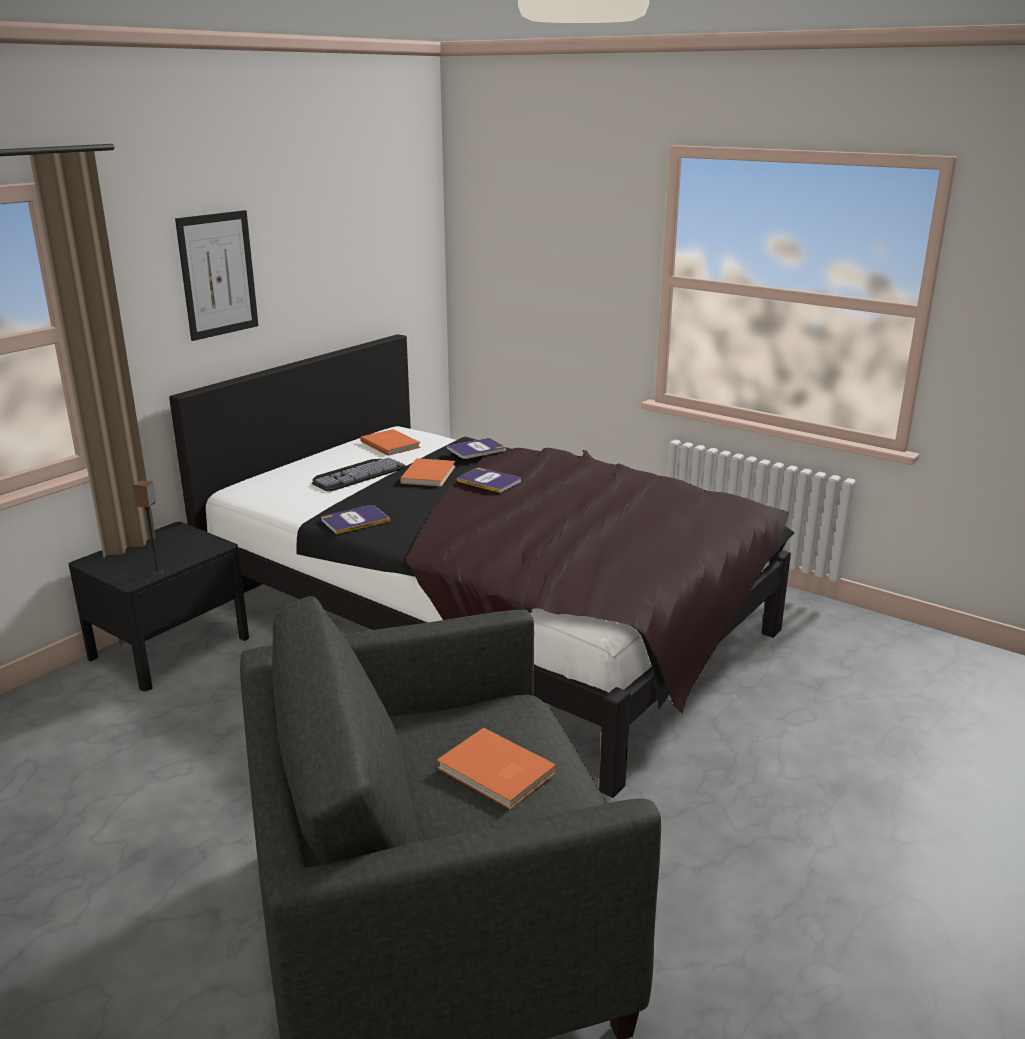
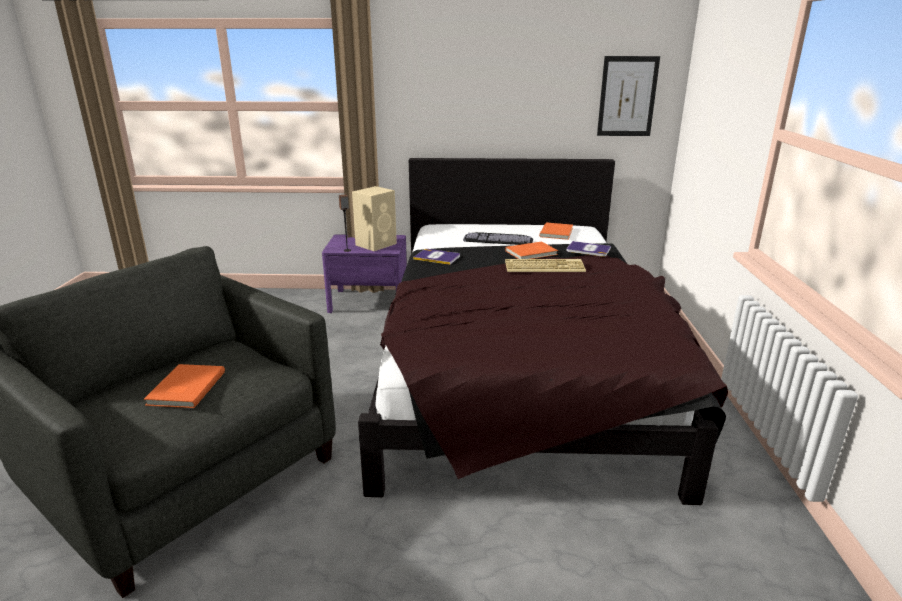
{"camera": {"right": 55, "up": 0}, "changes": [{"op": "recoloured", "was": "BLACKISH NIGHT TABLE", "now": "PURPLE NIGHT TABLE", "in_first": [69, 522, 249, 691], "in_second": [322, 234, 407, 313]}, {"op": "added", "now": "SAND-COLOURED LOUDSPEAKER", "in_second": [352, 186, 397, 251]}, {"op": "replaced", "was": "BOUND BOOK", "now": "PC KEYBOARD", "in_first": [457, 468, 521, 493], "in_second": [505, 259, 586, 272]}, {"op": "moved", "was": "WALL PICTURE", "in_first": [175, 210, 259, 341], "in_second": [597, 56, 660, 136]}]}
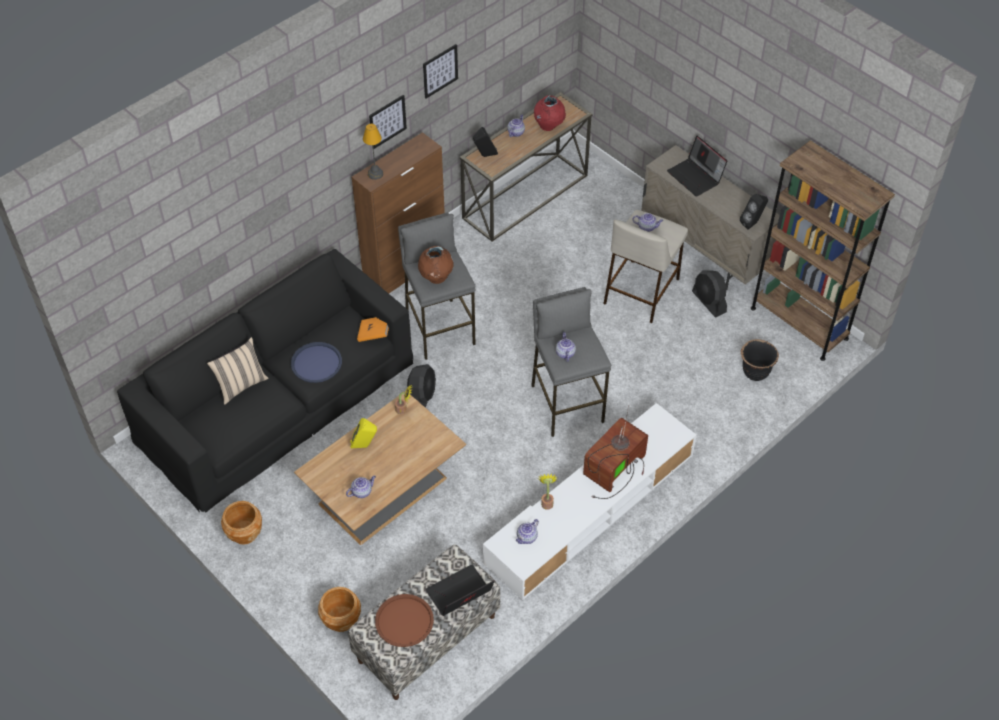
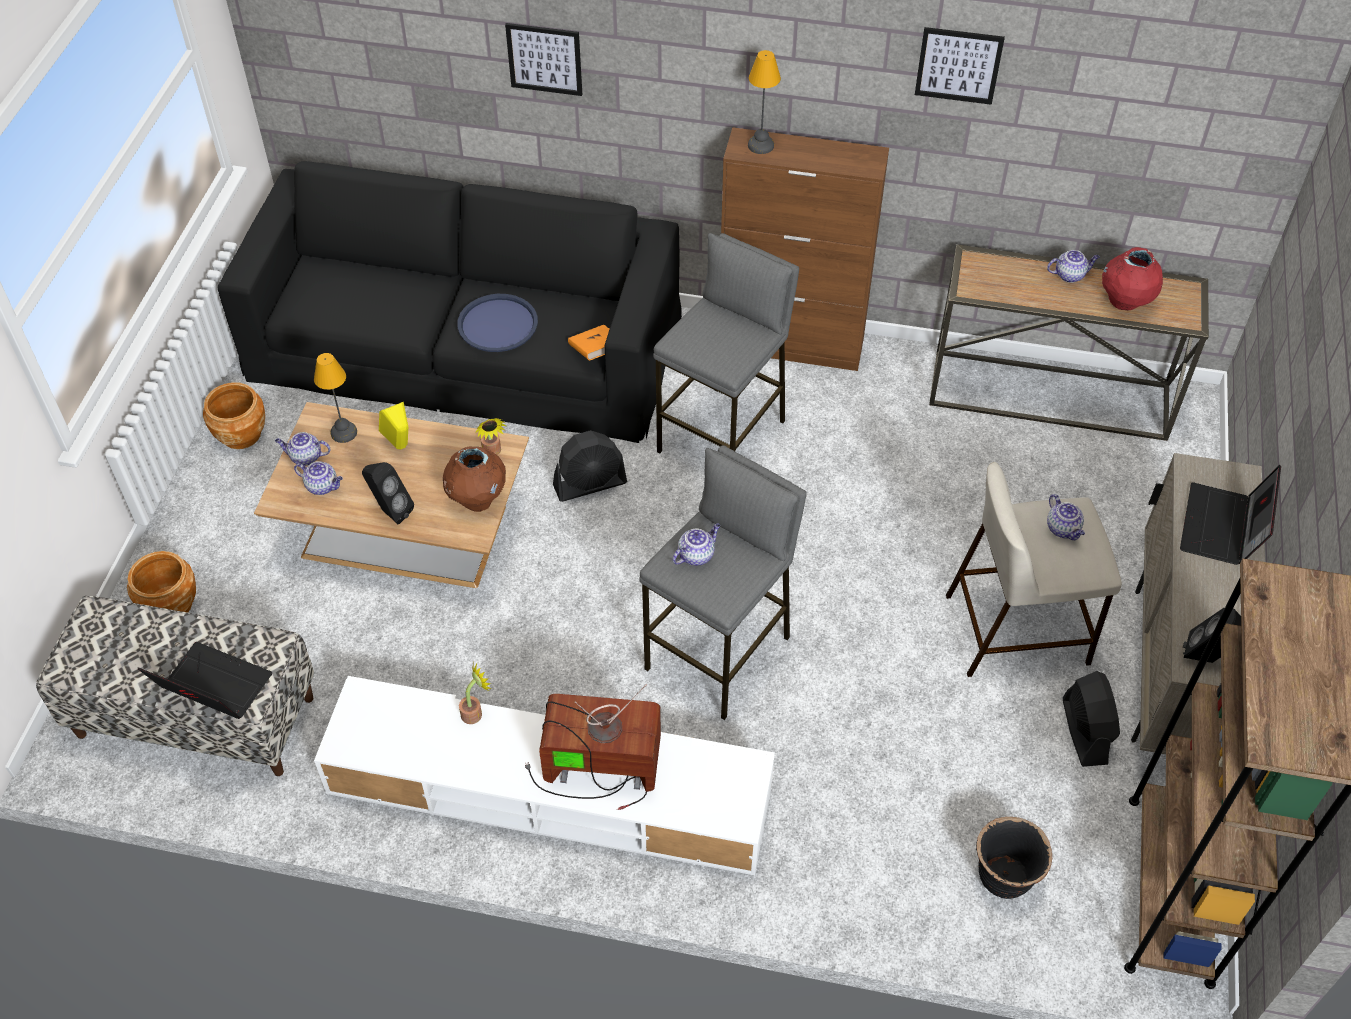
{"camera": {"right": 55, "up": 0}, "changes": [{"op": "moved", "was": "TEA POT", "in_first": [516, 519, 539, 544], "in_second": [275, 432, 330, 466]}, {"op": "added", "now": "TABLETOP LAMP", "in_second": [314, 353, 357, 443]}, {"op": "moved", "was": "BLACKISH LOUDSPEAKER", "in_first": [473, 127, 498, 157], "in_second": [362, 462, 414, 524]}, {"op": "moved", "was": "BROWN VASE", "in_first": [418, 246, 453, 284], "in_second": [443, 447, 506, 512]}, {"op": "moved", "was": "WALL PICTURE", "in_first": [369, 95, 407, 149], "in_second": [505, 23, 582, 96]}, {"op": "turned", "was": "BLACKISH COOLING FAN", "in_first": [692, 270, 727, 317], "in_second": [1063, 671, 1120, 767], "clockwise": 150}, {"op": "removed", "was": "SAND-COLOURED THROW PILLOW", "in_first": [207, 337, 269, 405]}, {"op": "removed", "was": "BROWN SERVING TRAY", "in_first": [375, 594, 434, 647]}]}
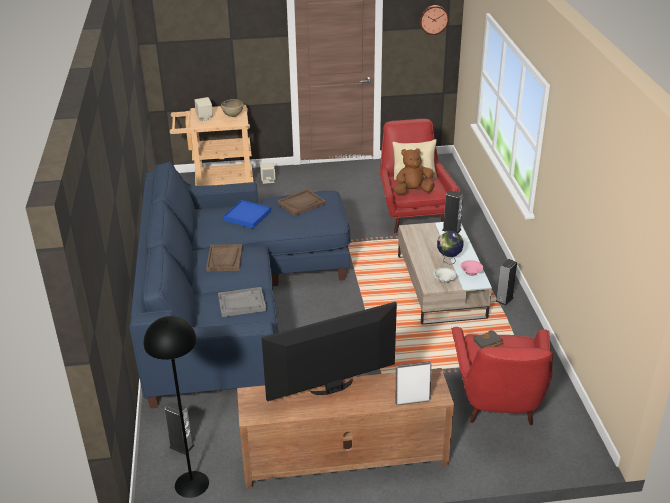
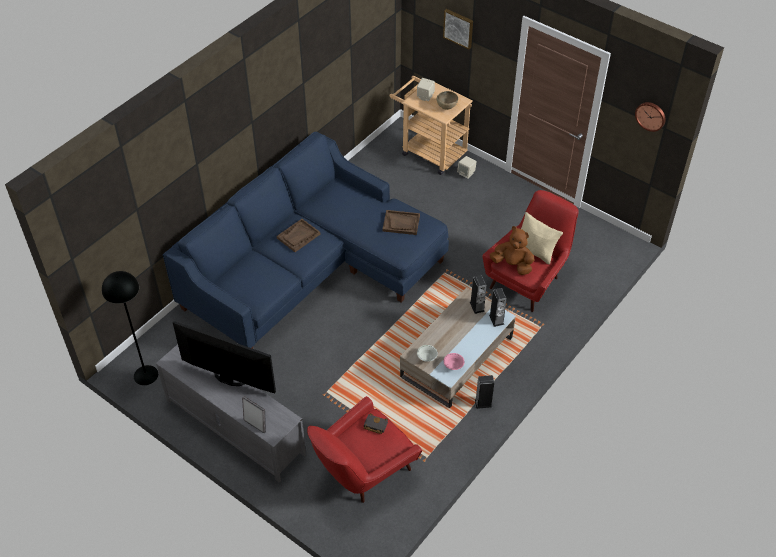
{"camera": {"right": 45, "up": 15}, "changes": [{"op": "recoloured", "was": "BROWN MEDIA CONSOLE", "now": "GRAY MEDIA CONSOLE", "in_first": [237, 368, 454, 488], "in_second": [156, 344, 306, 483]}, {"op": "added", "now": "WALL PICTURE", "in_second": [443, 9, 473, 49]}, {"op": "moved", "was": "LOUDSPEAKER", "in_first": [164, 401, 194, 455], "in_second": [470, 275, 487, 314]}, {"op": "removed", "was": "GRAY SERVING TRAY", "in_first": [218, 287, 266, 317]}, {"op": "removed", "was": "BLUE-COLOURED SERVING TRAY", "in_first": [223, 200, 271, 229]}, {"op": "removed", "was": "GLOBE", "in_first": [437, 231, 464, 265]}]}
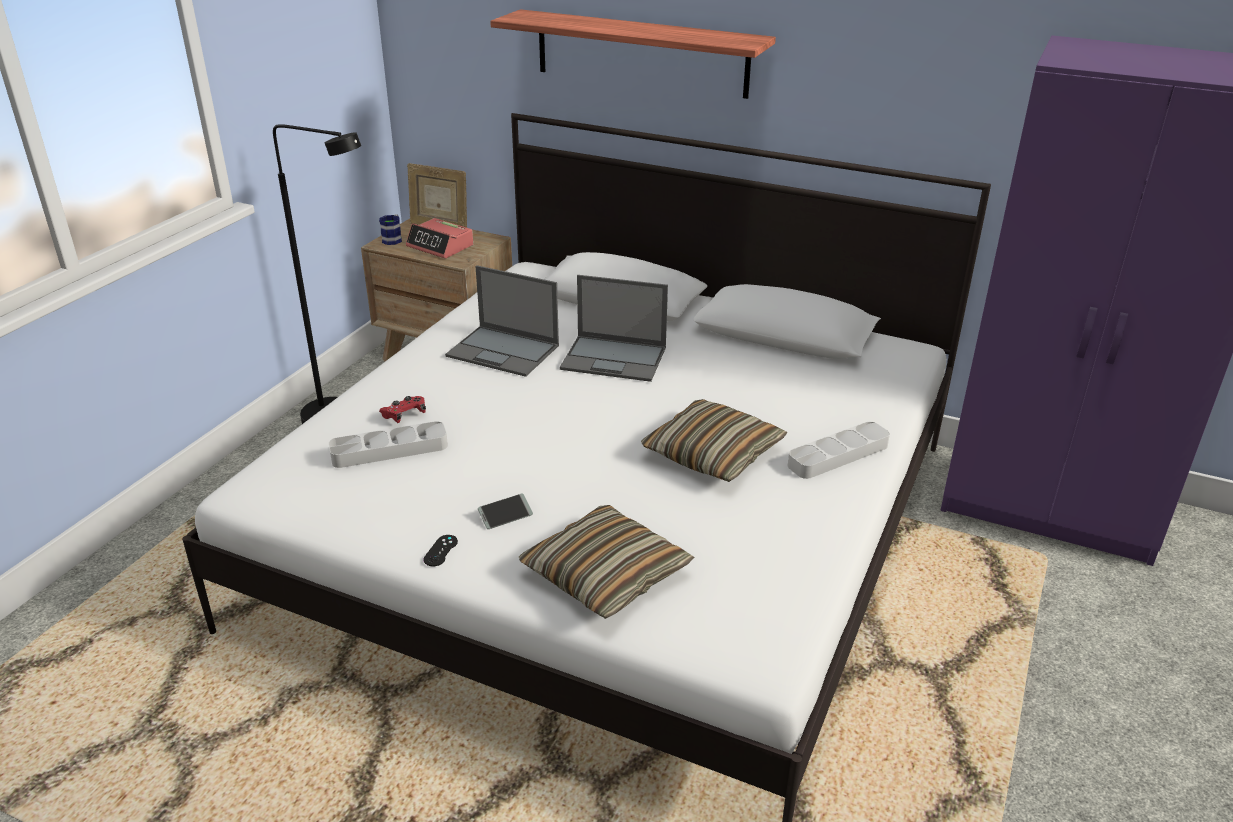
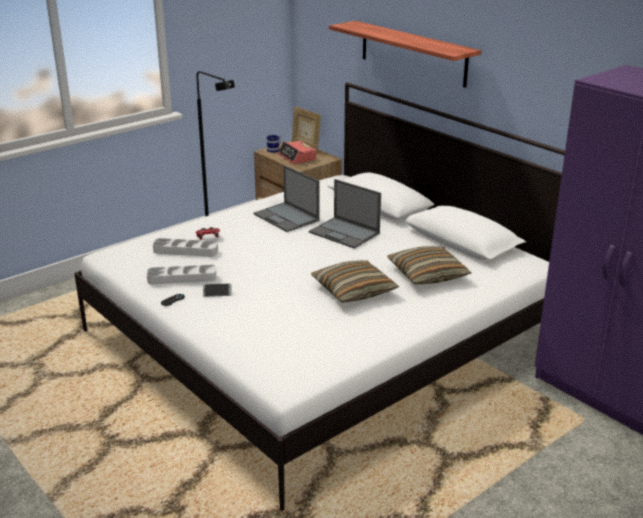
{"camera": {"right": 25, "up": -5}, "changes": [{"op": "moved", "was": "GRAY SERVING TRAY", "in_first": [788, 422, 890, 479], "in_second": [147, 265, 216, 284]}, {"op": "moved", "was": "THROW PILLOW", "in_first": [519, 505, 695, 619], "in_second": [387, 246, 472, 284]}]}
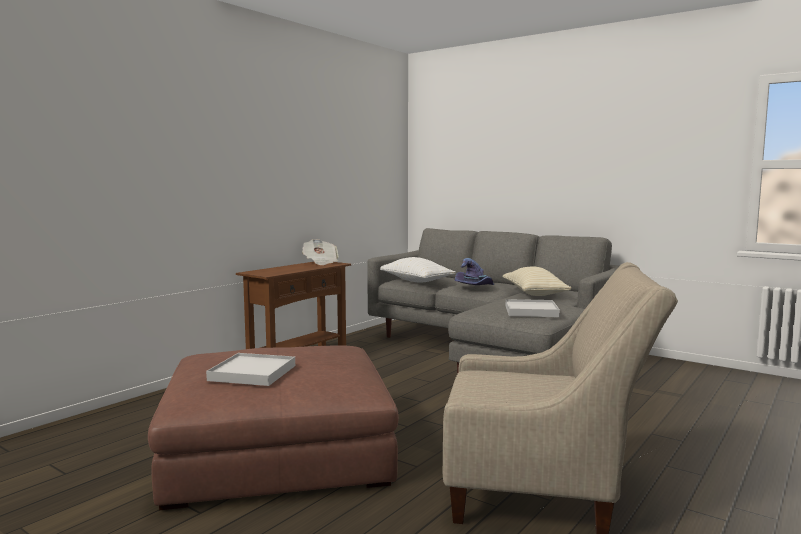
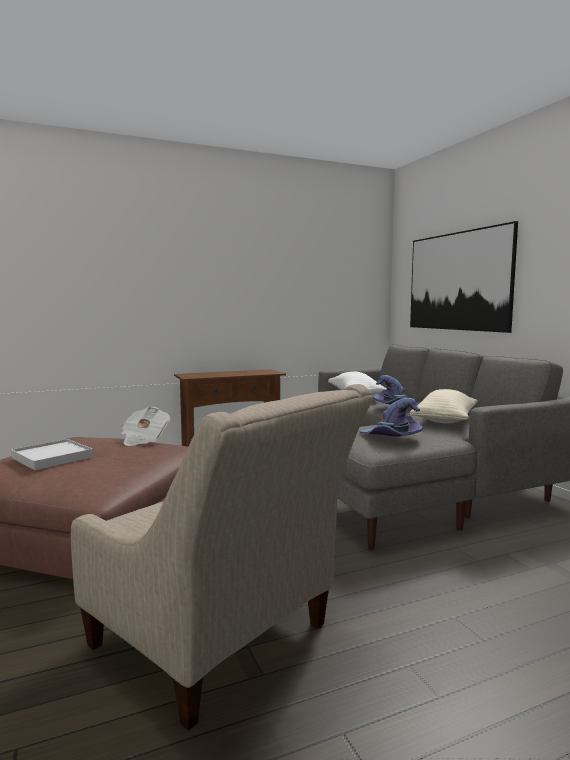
{"camera": {"right": 30, "up": 0}, "changes": [{"op": "moved", "was": "DAILY PAPER", "in_first": [302, 239, 338, 265], "in_second": [121, 407, 170, 446]}, {"op": "replaced", "was": "WHITE-COLOURED SERVING TRAY", "now": "PURPLE CLOTHING HAT", "in_first": [506, 299, 560, 317], "in_second": [360, 398, 423, 437]}, {"op": "added", "now": "WALL PICTURE", "in_second": [410, 221, 518, 333]}]}
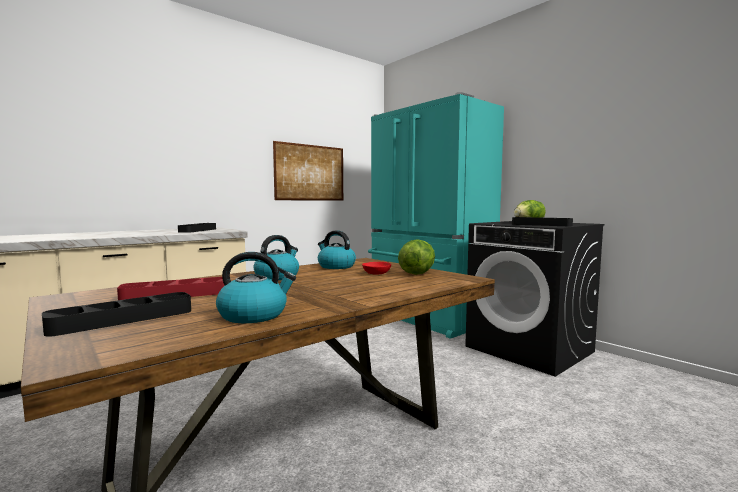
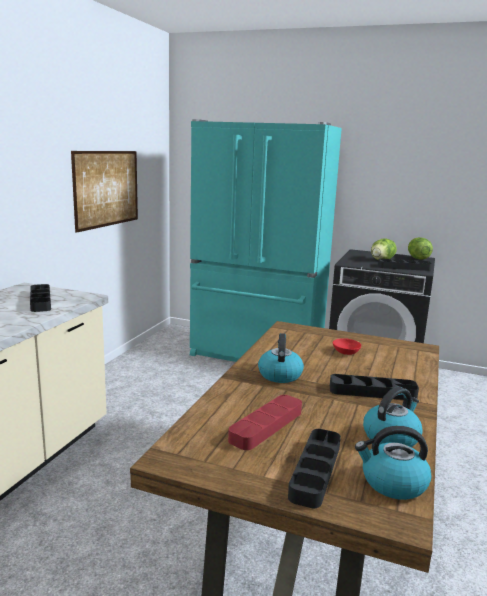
{"camera": {"right": -30, "up": 10}, "changes": [{"op": "added", "now": "BLACKISH SERVING TRAY", "in_second": [330, 374, 419, 400]}, {"op": "moved", "was": "WATER KETTLE", "in_first": [318, 230, 356, 269], "in_second": [355, 426, 432, 500]}, {"op": "moved", "was": "LETTUCE", "in_first": [398, 239, 435, 275], "in_second": [408, 237, 433, 260]}]}
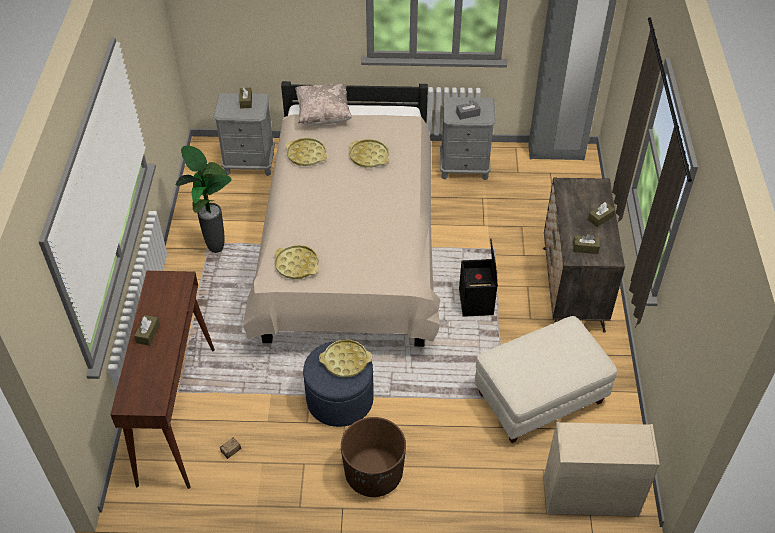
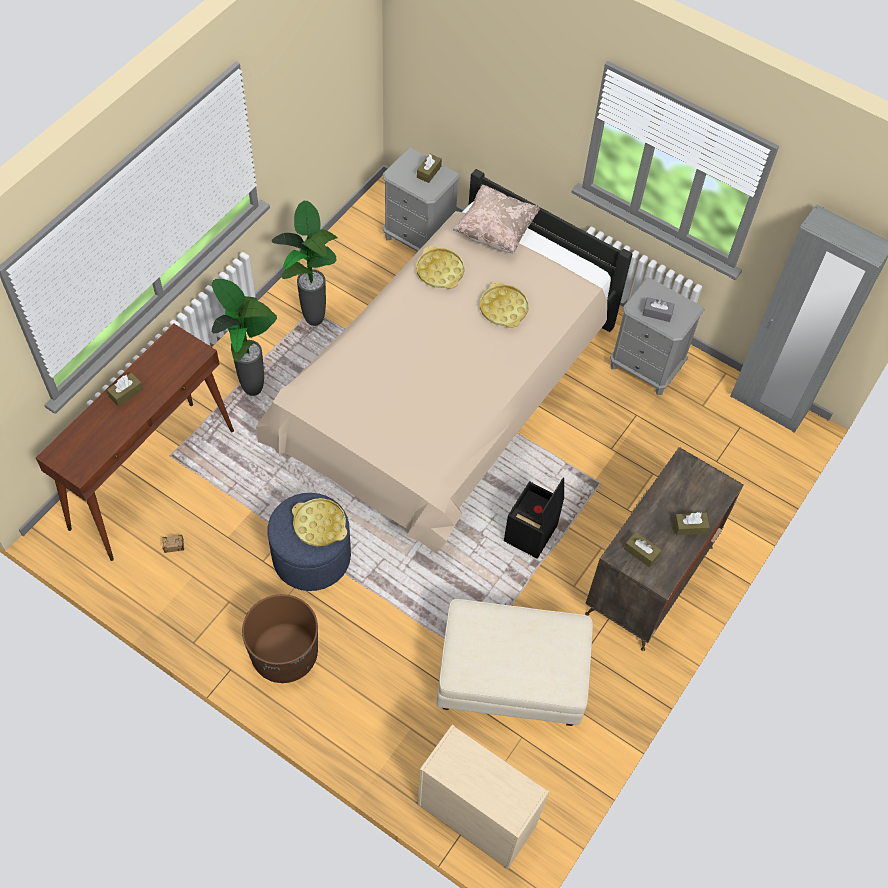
{"camera": {"right": 30, "up": 10}, "changes": [{"op": "added", "now": "PLANT IN A POT", "in_second": [212, 279, 277, 396]}, {"op": "removed", "was": "YELLOW-COLOURED SERVING TRAY", "in_first": [274, 245, 319, 279]}]}
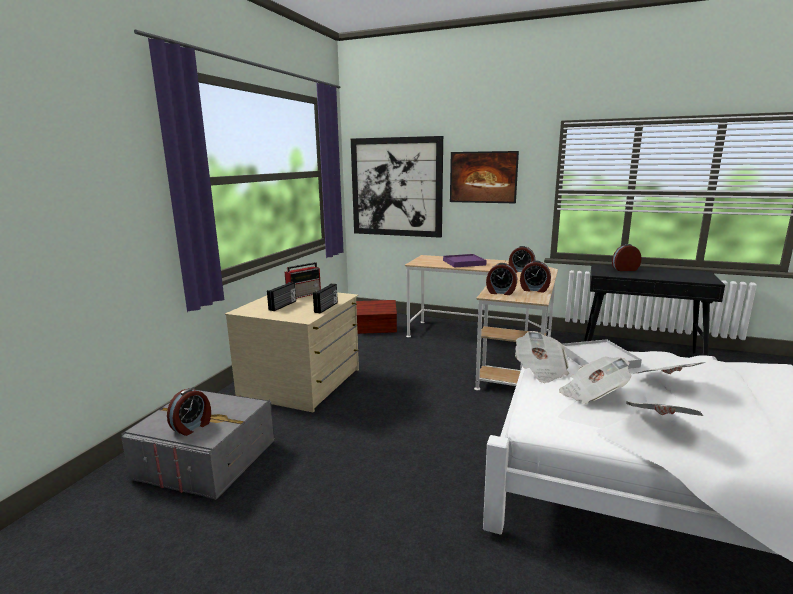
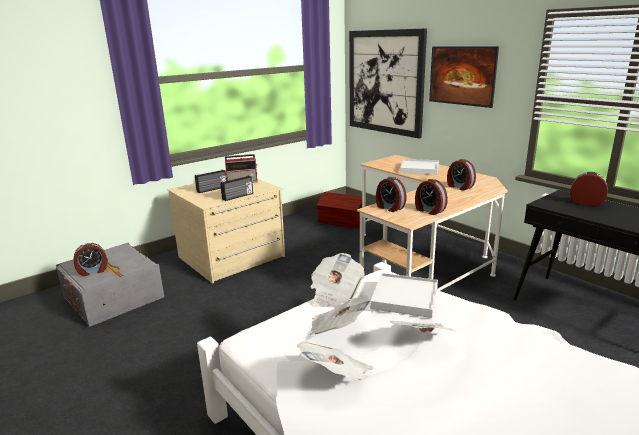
{"camera": {"right": 30, "up": 5}, "changes": [{"op": "recoloured", "was": "PURPLE SERVING TRAY", "now": "WHITE-COLOURED SERVING TRAY", "in_first": [443, 254, 487, 268], "in_second": [400, 159, 439, 175]}]}
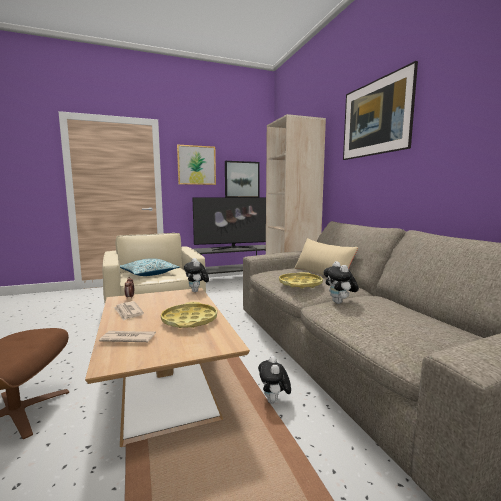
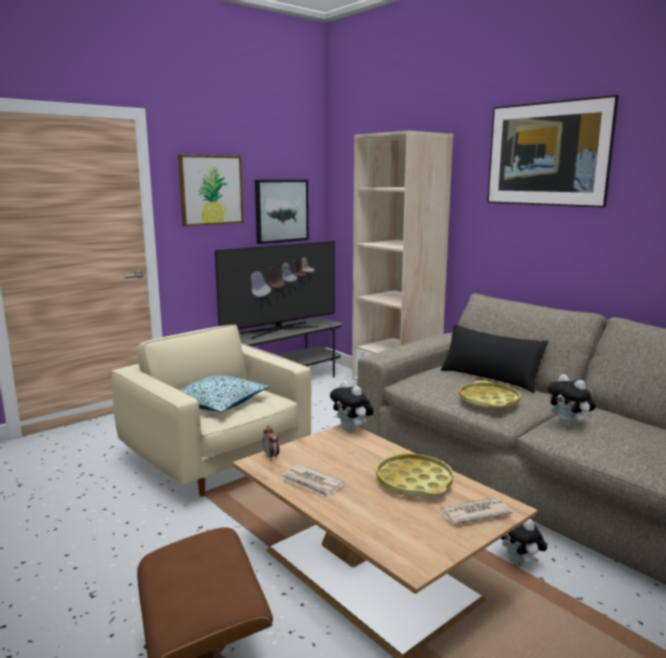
{"camera": {"right": -20, "up": 5}, "changes": [{"op": "moved", "was": "DAILY PAPER", "in_first": [99, 331, 156, 342], "in_second": [438, 497, 513, 524]}, {"op": "recoloured", "was": "SAND-COLOURED THROW PILLOW", "now": "BLACKISH THROW PILLOW", "in_first": [294, 238, 358, 276], "in_second": [441, 324, 548, 393]}]}
